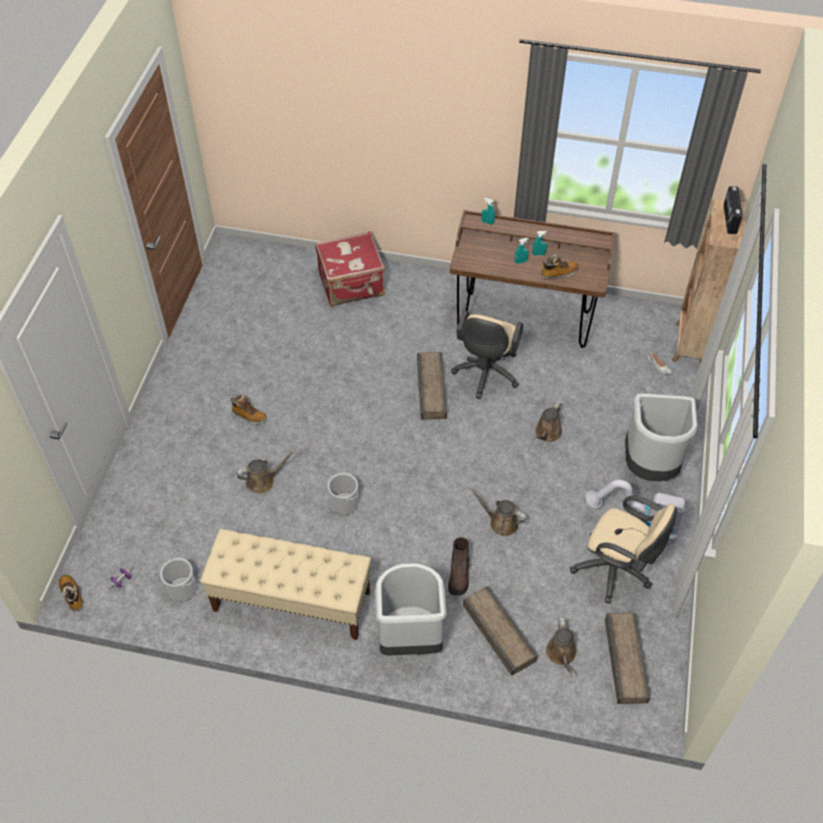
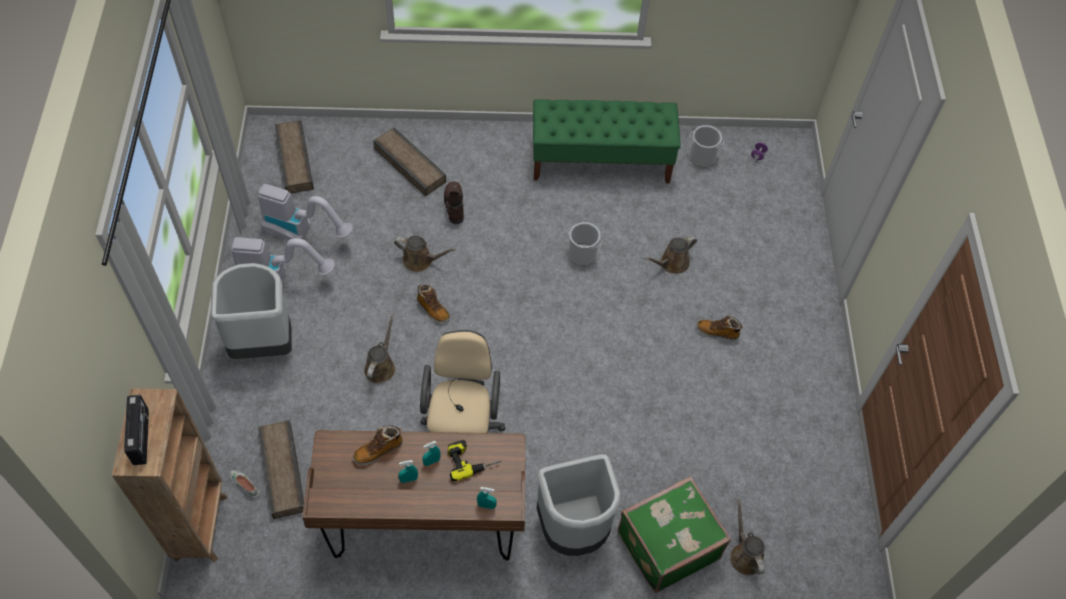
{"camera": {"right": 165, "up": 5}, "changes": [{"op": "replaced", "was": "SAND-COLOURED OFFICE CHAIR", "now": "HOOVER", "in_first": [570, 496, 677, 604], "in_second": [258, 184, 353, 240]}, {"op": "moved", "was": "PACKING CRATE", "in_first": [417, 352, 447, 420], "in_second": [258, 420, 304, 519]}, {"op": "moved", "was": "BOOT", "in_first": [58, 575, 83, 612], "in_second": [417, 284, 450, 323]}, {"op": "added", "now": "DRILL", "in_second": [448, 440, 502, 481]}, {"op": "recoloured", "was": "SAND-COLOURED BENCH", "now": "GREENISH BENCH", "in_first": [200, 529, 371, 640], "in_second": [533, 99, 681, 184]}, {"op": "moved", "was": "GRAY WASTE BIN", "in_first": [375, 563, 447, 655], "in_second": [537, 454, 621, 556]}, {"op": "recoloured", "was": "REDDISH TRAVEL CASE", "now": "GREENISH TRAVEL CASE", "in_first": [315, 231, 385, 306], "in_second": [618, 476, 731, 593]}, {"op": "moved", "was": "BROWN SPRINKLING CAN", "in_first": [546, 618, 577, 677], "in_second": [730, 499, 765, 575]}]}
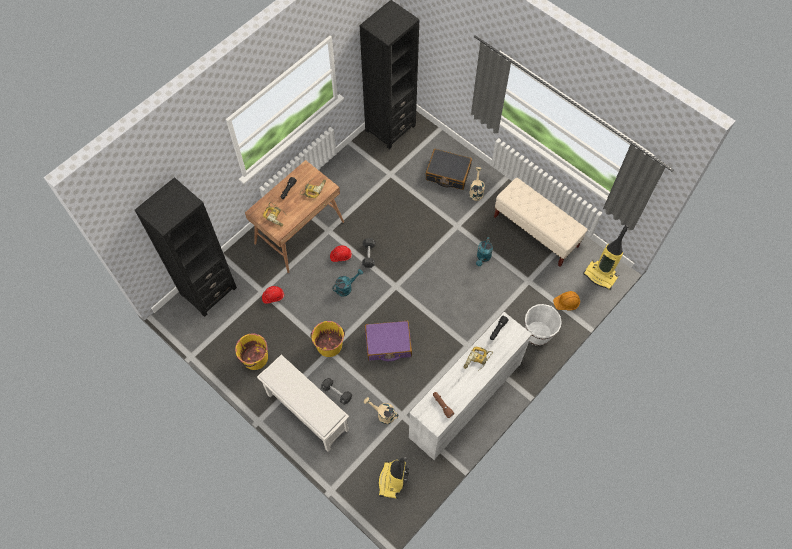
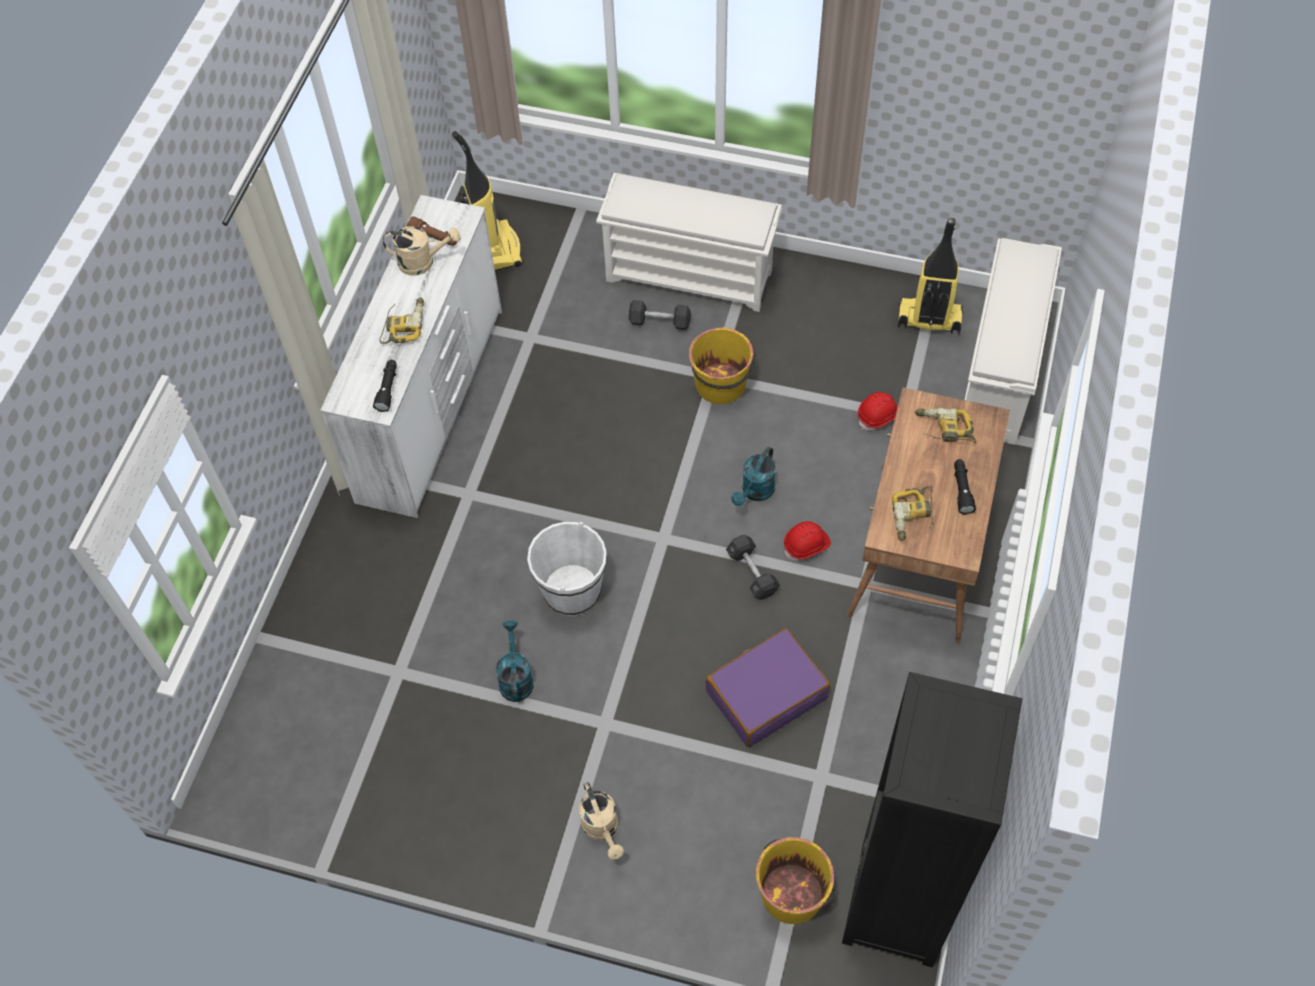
{"camera": {"right": 155, "up": -5}, "changes": [{"op": "moved", "was": "SAND-COLOURED SPRINKLING CAN", "in_first": [364, 397, 399, 424], "in_second": [383, 226, 461, 276]}, {"op": "moved", "was": "WHITE-COLOURED PAIL", "in_first": [525, 304, 562, 346], "in_second": [527, 522, 607, 616]}, {"op": "moved", "was": "PURPLE TRAVEL CASE", "in_first": [365, 321, 412, 361], "in_second": [706, 628, 830, 747]}, {"op": "moved", "was": "YELLOW-COLOURED PAIL", "in_first": [235, 334, 268, 370], "in_second": [756, 837, 836, 924]}, {"op": "moved", "was": "HOOVER", "in_first": [583, 224, 629, 290], "in_second": [898, 218, 963, 334]}, {"op": "replaced", "was": "BLACKISH SHELVING UNIT", "now": "WHITE-COLOURED SHOE RACK", "in_first": [135, 177, 237, 317], "in_second": [965, 238, 1062, 445]}, {"op": "removed", "was": "BLACKISH TRAVEL CASE", "in_first": [426, 149, 472, 190]}, {"op": "removed", "was": "SAND-COLOURED BENCH", "in_first": [494, 178, 587, 267]}, {"op": "removed", "was": "ORANGE HARD HAT", "in_first": [553, 291, 580, 311]}]}
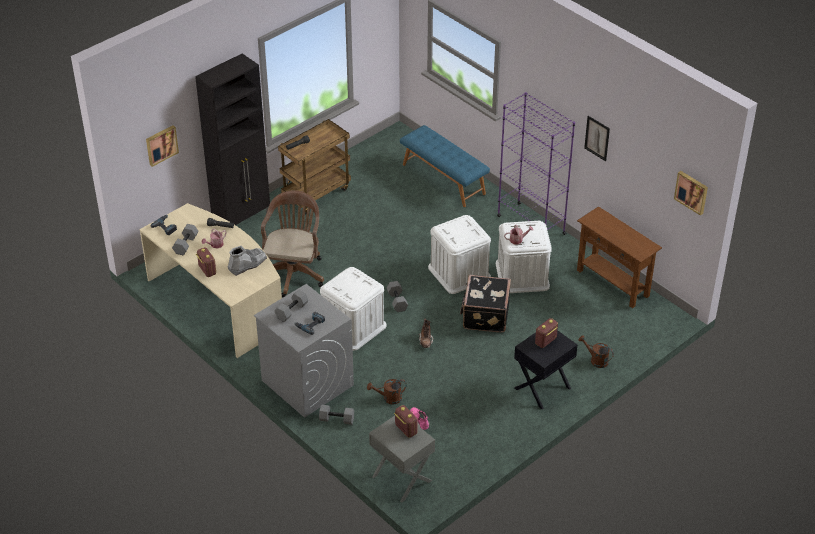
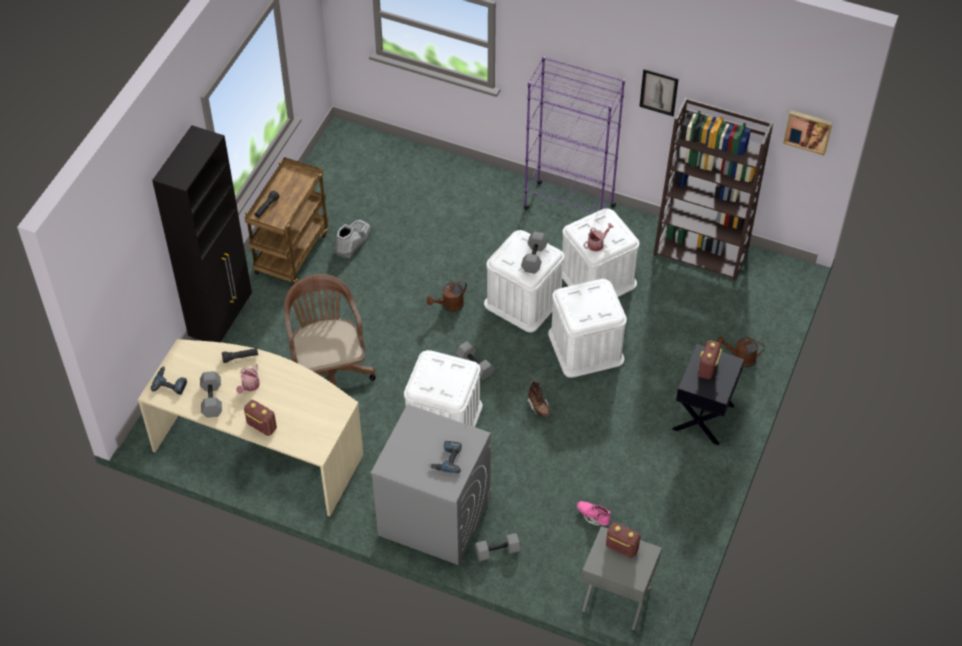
{"camera": {"right": -25, "up": 10}, "changes": [{"op": "moved", "was": "GRAY BOOT", "in_first": [227, 246, 267, 276], "in_second": [334, 220, 371, 259]}, {"op": "moved", "was": "BROWN SPRINKLING CAN", "in_first": [367, 379, 407, 405], "in_second": [427, 280, 467, 312]}, {"op": "moved", "was": "GRAY DUMBBELL", "in_first": [274, 290, 309, 322], "in_second": [521, 231, 548, 274]}, {"op": "replaced", "was": "BLACKISH TRAVEL CASE", "now": "WHITE-COLOURED STORAGE CONTAINER", "in_first": [460, 275, 511, 332], "in_second": [548, 279, 627, 378]}, {"op": "replaced", "was": "BROWN CONSOLE TABLE", "now": "BROWN SHELVING UNIT", "in_first": [577, 206, 662, 308], "in_second": [653, 98, 773, 281]}, {"op": "removed", "was": "WALL PICTURE", "in_first": [146, 125, 179, 167]}, {"op": "removed", "was": "BLUE-COLOURED BENCH", "in_first": [400, 125, 490, 207]}]}
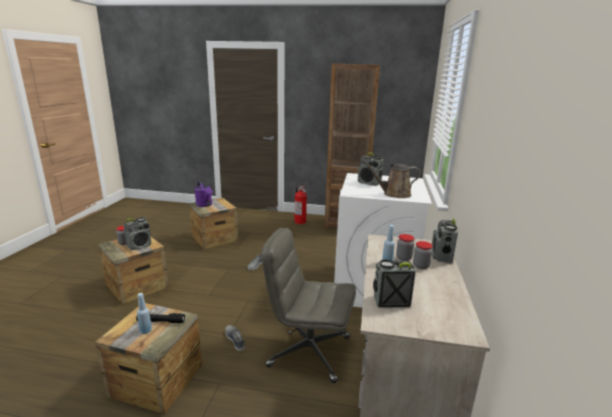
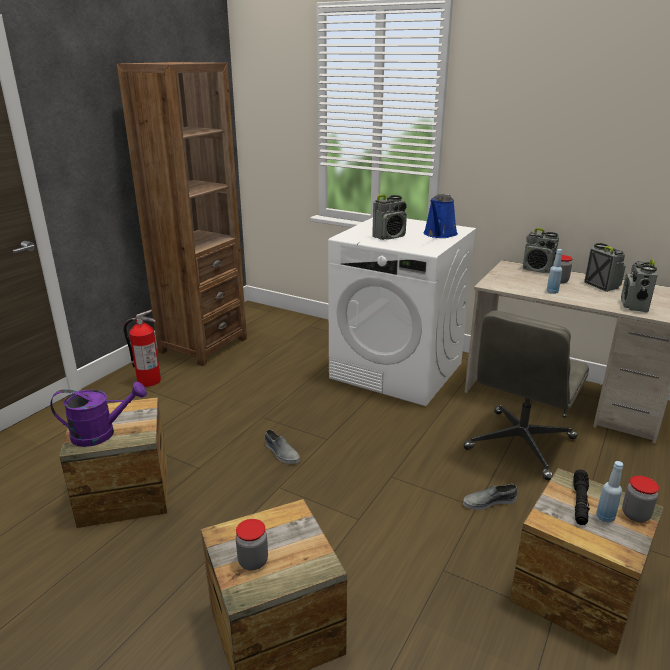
{"camera": {"right": -70, "up": 5}, "changes": [{"op": "recoloured", "was": "BROWN SPRINKLING CAN", "now": "BLUE-COLOURED SPRINKLING CAN", "in_first": [362, 159, 421, 198], "in_second": [423, 194, 458, 238]}, {"op": "moved", "was": "RADIO RECEIVER", "in_first": [123, 217, 151, 250], "in_second": [584, 243, 626, 292]}, {"op": "moved", "was": "STORAGE JAR", "in_first": [396, 234, 415, 261], "in_second": [622, 476, 659, 522]}]}
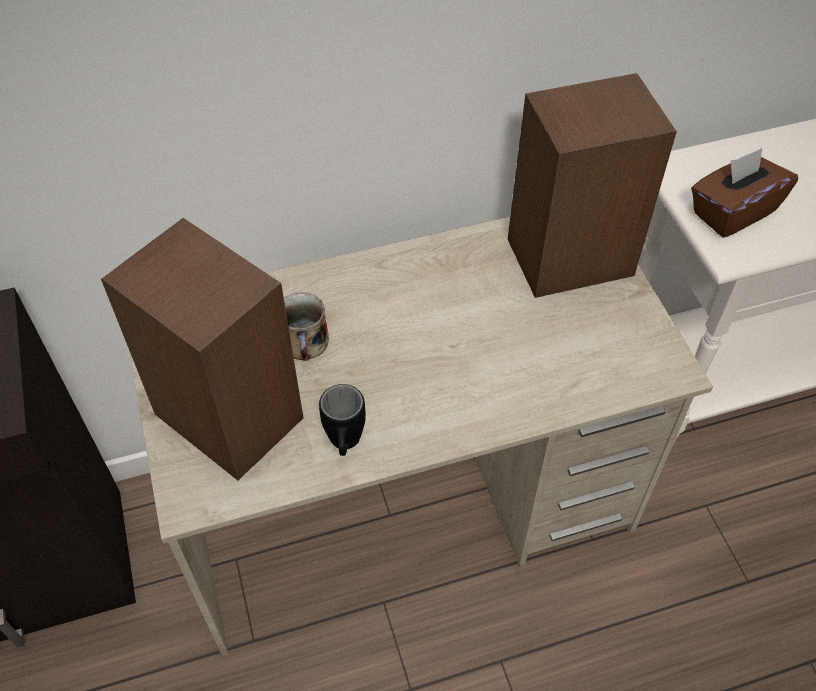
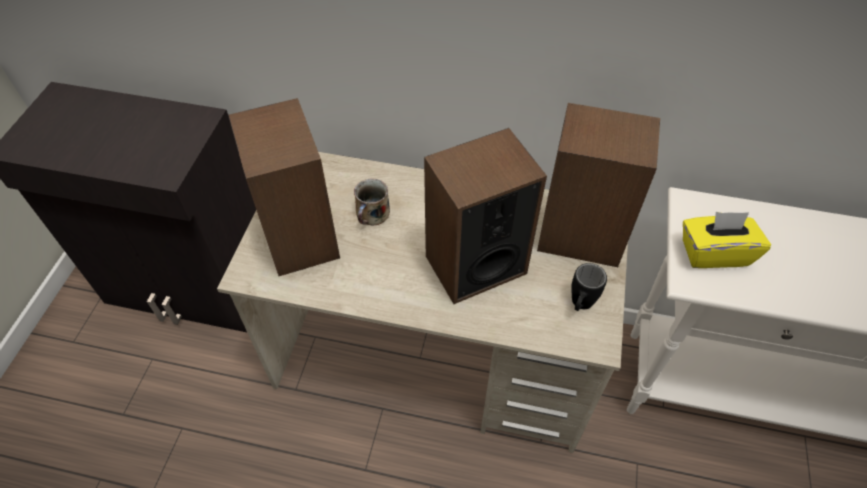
{"camera": {"right": 30, "up": 0}, "changes": [{"op": "added", "now": "LOUDSPEAKER", "in_second": [424, 128, 547, 304]}, {"op": "moved", "was": "BLACKISH MUG", "in_first": [319, 384, 366, 456], "in_second": [571, 263, 607, 311]}, {"op": "recoloured", "was": "BROWN TISSUE HOLDER", "now": "YELLOW-COLOURED TISSUE HOLDER", "in_first": [691, 148, 798, 238], "in_second": [683, 212, 771, 268]}]}
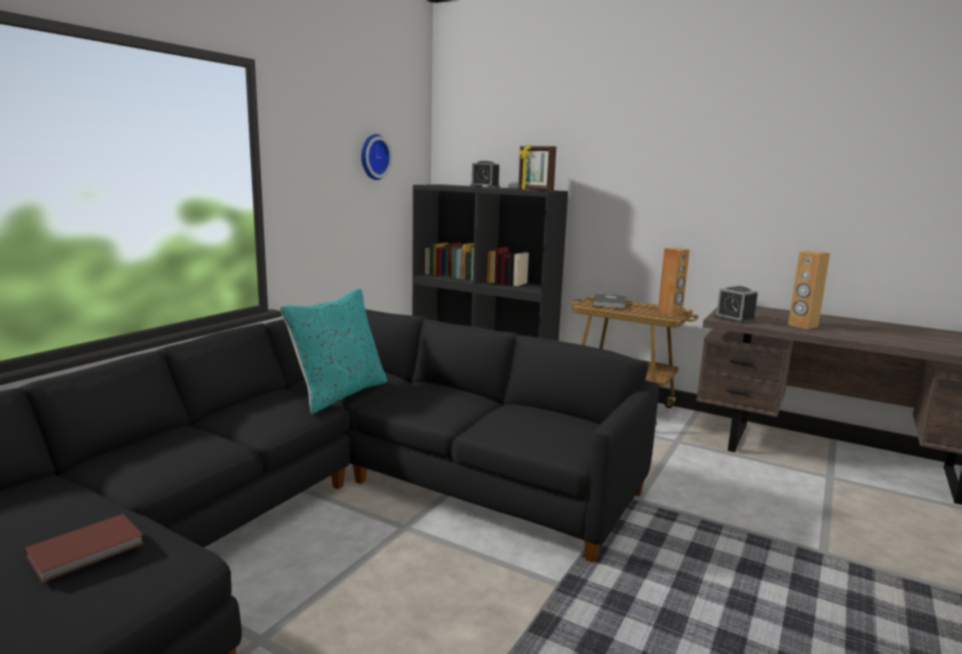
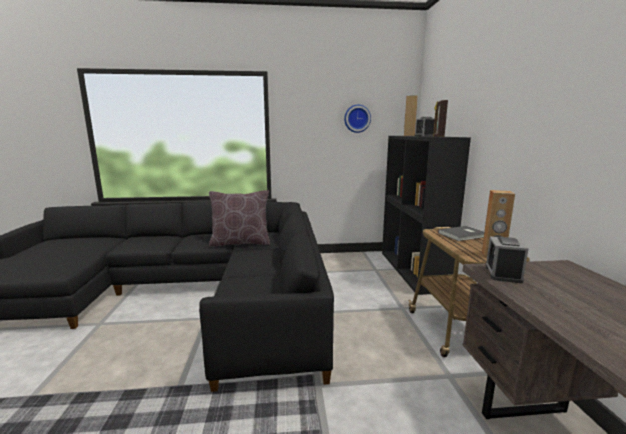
{"camera": {"right": 55, "up": 0}, "changes": [{"op": "recoloured", "was": "TURQUOISE-COLOURED THROW PILLOW", "now": "BROWN THROW PILLOW", "in_first": [280, 289, 388, 414], "in_second": [209, 190, 270, 246]}, {"op": "moved", "was": "BROWN LOUDSPEAKER", "in_first": [788, 250, 830, 329], "in_second": [404, 95, 418, 136]}, {"op": "removed", "was": "BROWN BOUND BOOK", "in_first": [24, 514, 144, 583]}]}
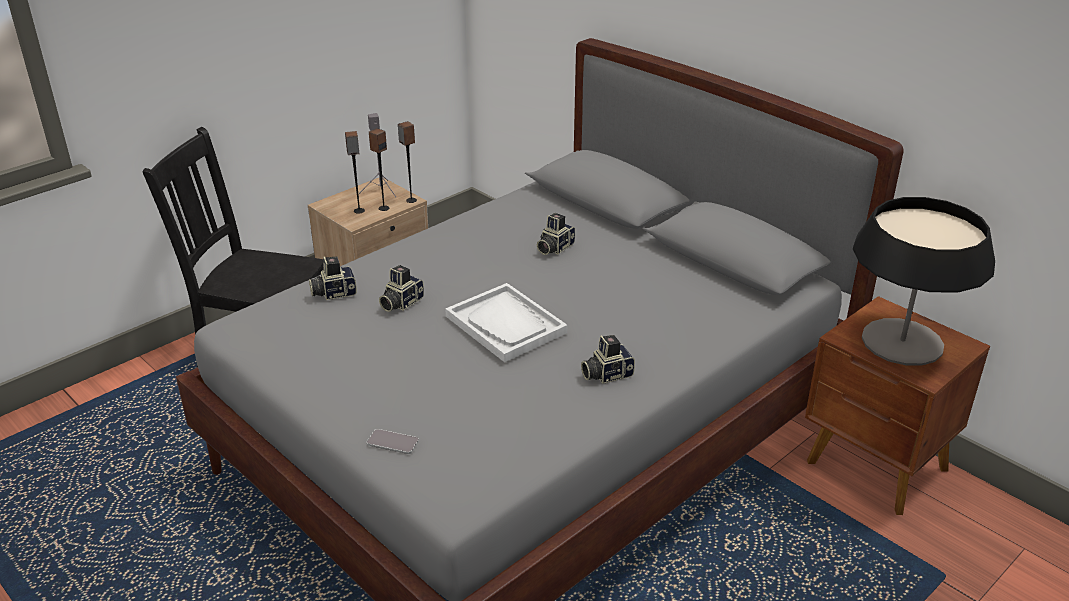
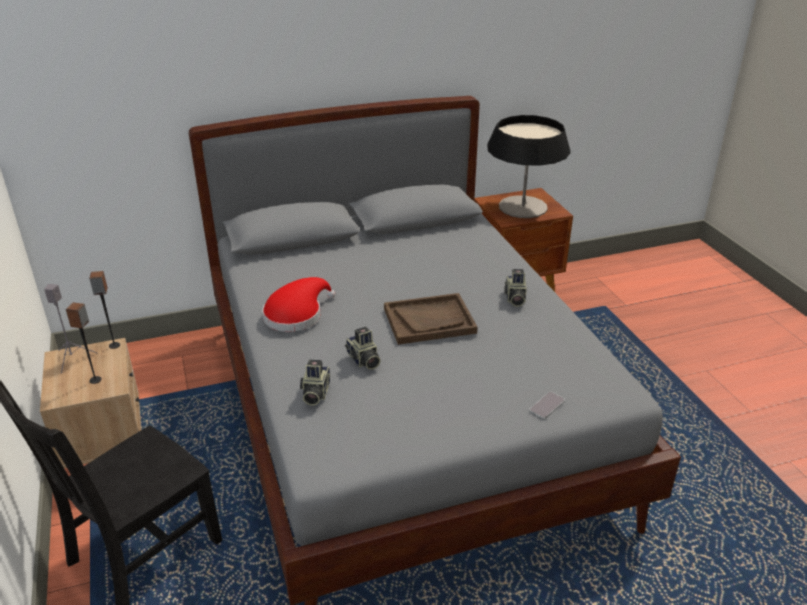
{"camera": {"right": -65, "up": 0}, "changes": [{"op": "added", "now": "REDDISH CLOTHING HAT", "in_second": [262, 277, 335, 332]}, {"op": "recoloured", "was": "WHITE-COLOURED SERVING TRAY", "now": "BROWN SERVING TRAY", "in_first": [445, 283, 567, 362], "in_second": [384, 293, 478, 345]}, {"op": "removed", "was": "LOUDSPEAKER", "in_first": [369, 128, 389, 211]}, {"op": "removed", "was": "PHOTO CAMERA", "in_first": [537, 213, 575, 255]}]}
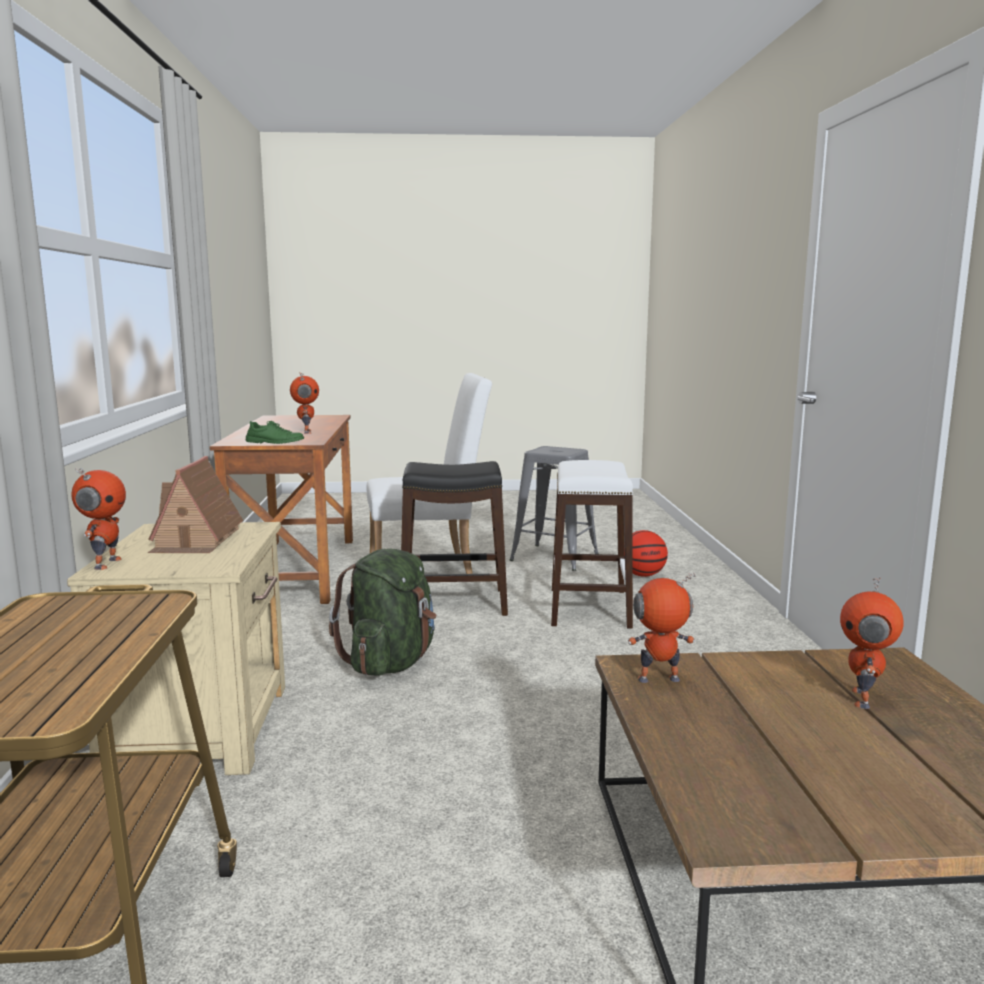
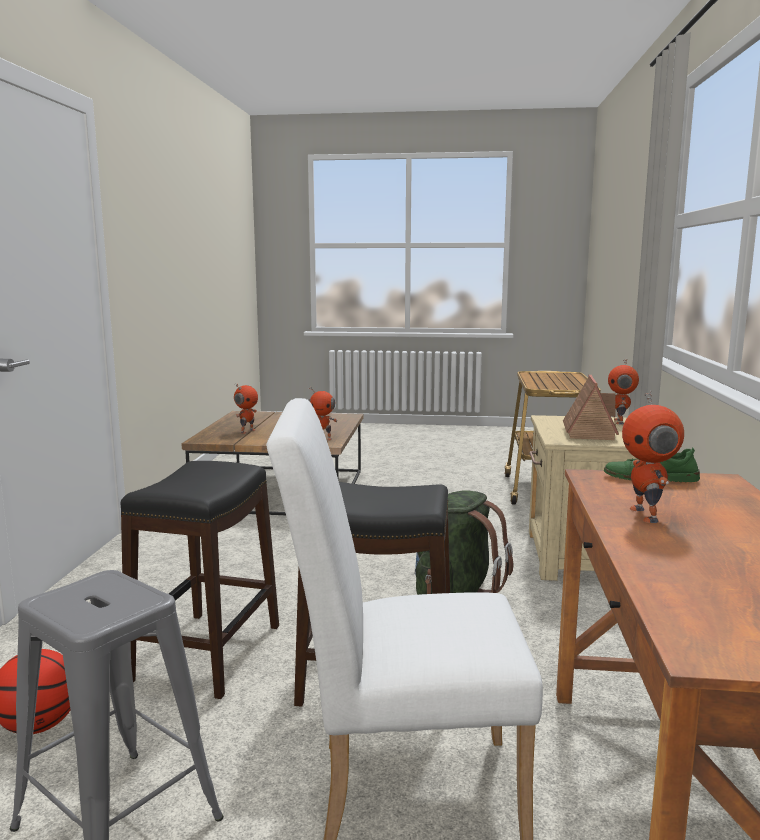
{"camera": {"right": -170, "up": 0}, "changes": [{"op": "recoloured", "was": "WHITE-COLOURED STOOL SEAT", "now": "BLACKISH STOOL SEAT", "in_first": [551, 460, 633, 629], "in_second": [121, 461, 279, 699]}]}
